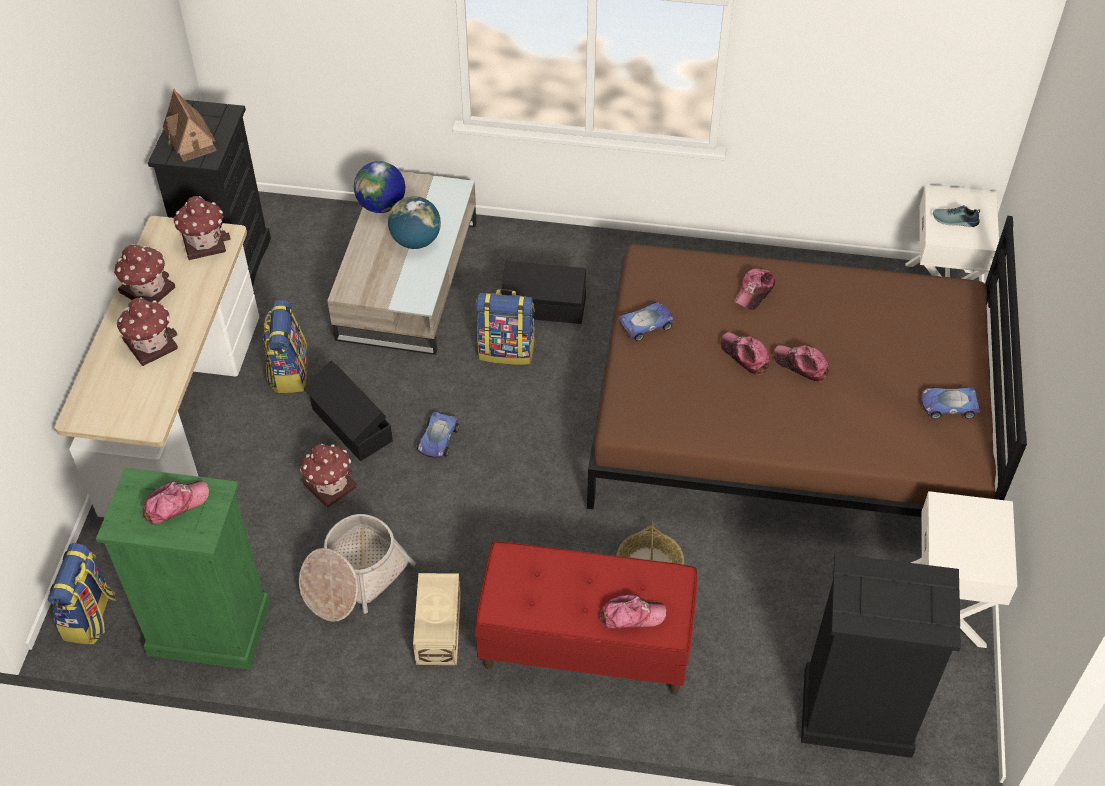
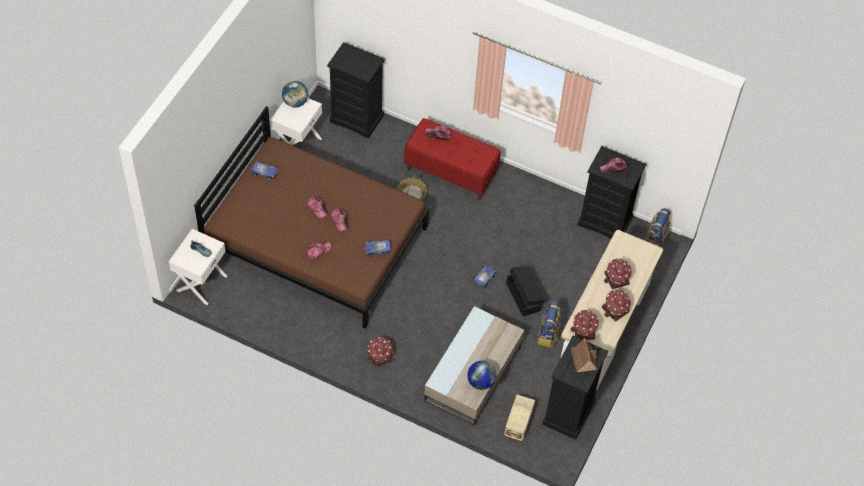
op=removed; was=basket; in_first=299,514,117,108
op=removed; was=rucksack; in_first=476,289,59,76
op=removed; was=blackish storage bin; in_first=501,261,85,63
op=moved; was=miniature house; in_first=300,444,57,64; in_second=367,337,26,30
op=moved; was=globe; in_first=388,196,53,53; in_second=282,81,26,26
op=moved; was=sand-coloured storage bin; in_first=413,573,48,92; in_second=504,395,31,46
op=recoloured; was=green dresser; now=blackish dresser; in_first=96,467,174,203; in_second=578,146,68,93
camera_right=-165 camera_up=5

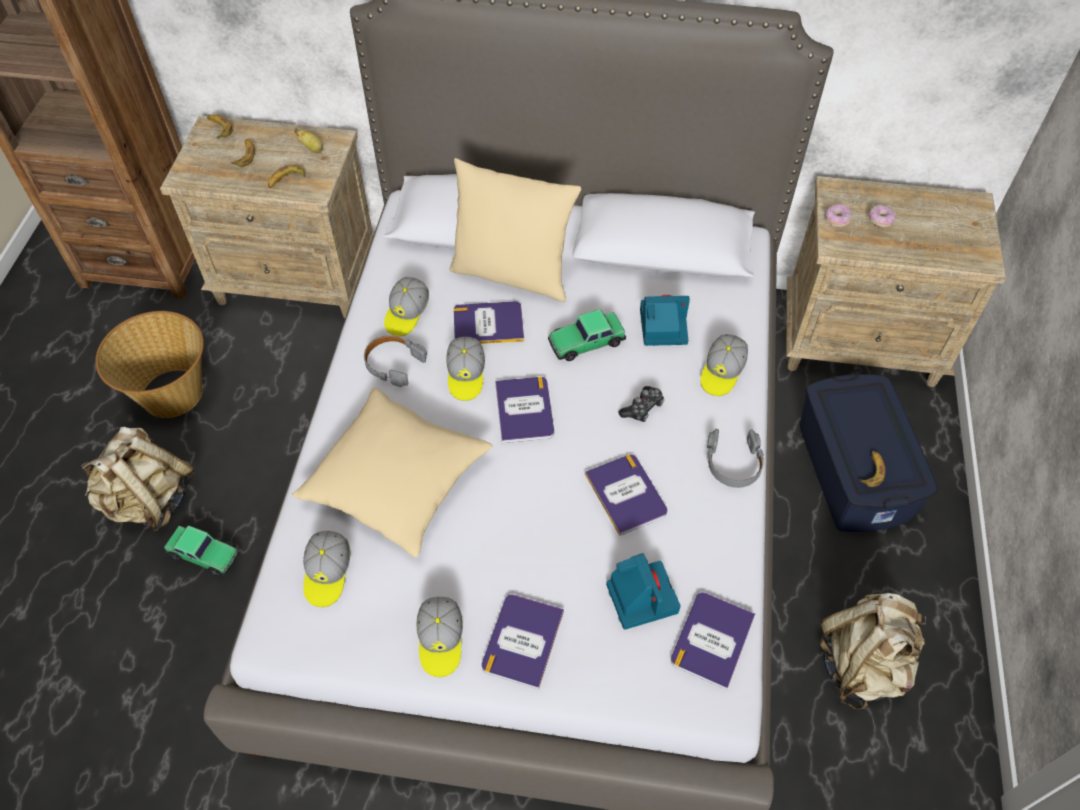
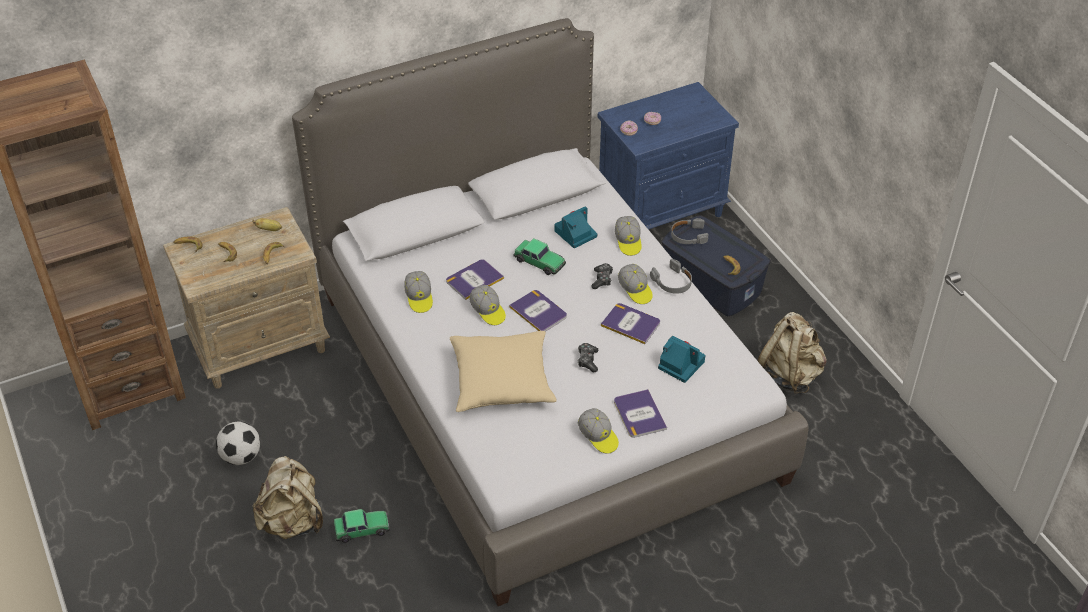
op=removed; was=sand-coloured cushion; in_first=449,158,132,144
op=removed; was=bound book; in_first=671,592,84,98
op=added; now=gamepad; in_second=578,343,20,29
op=moved; was=cap; in_first=303,531,47,76; in_second=618,264,35,40
op=moved; was=greyish pair of headphones; in_first=364,335,63,52; in_second=671,218,37,26
op=replaced; was=basket; now=ball for football; in_first=95,311,109,107; in_second=216,421,44,44
op=recoloured; was=sand-coloured nightstand; now=blue-coloured nightstand; in_first=786,176,221,211; in_second=598,82,141,148
op=turned; was=miniature car; in_first=548,309,78,52; in_second=513,238,53,37; clockwise=-90
camera_right=-35 camera_up=-10

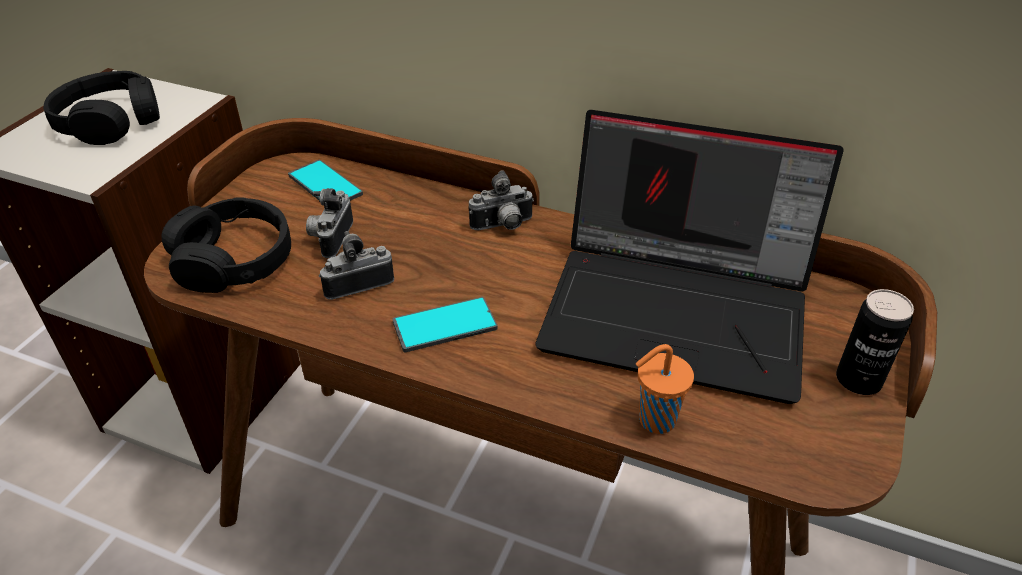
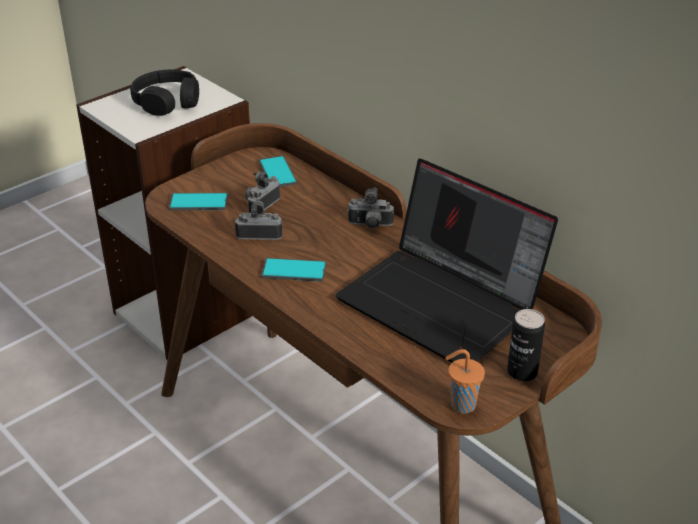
op=moved; was=orange small cup; in_first=636,344,58,90; in_second=445,349,40,65
op=replaced; was=blackish pair of headphones; now=handset; in_first=162,198,129,95; in_second=168,193,60,17
camera_right=25 camera_up=-5

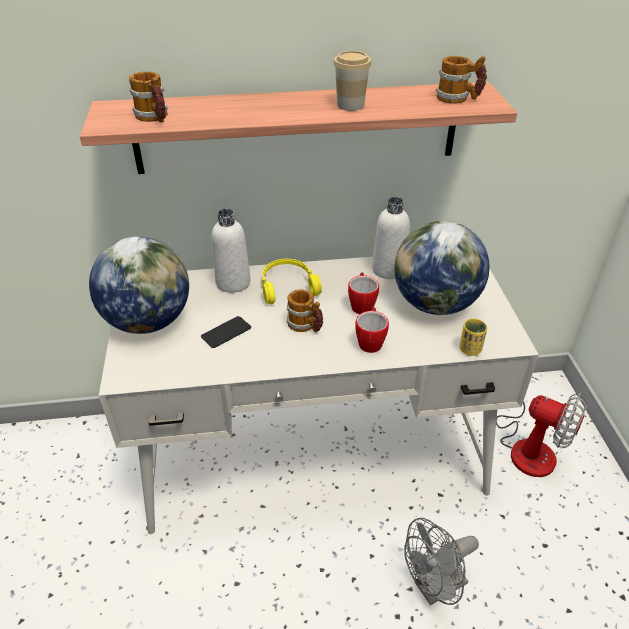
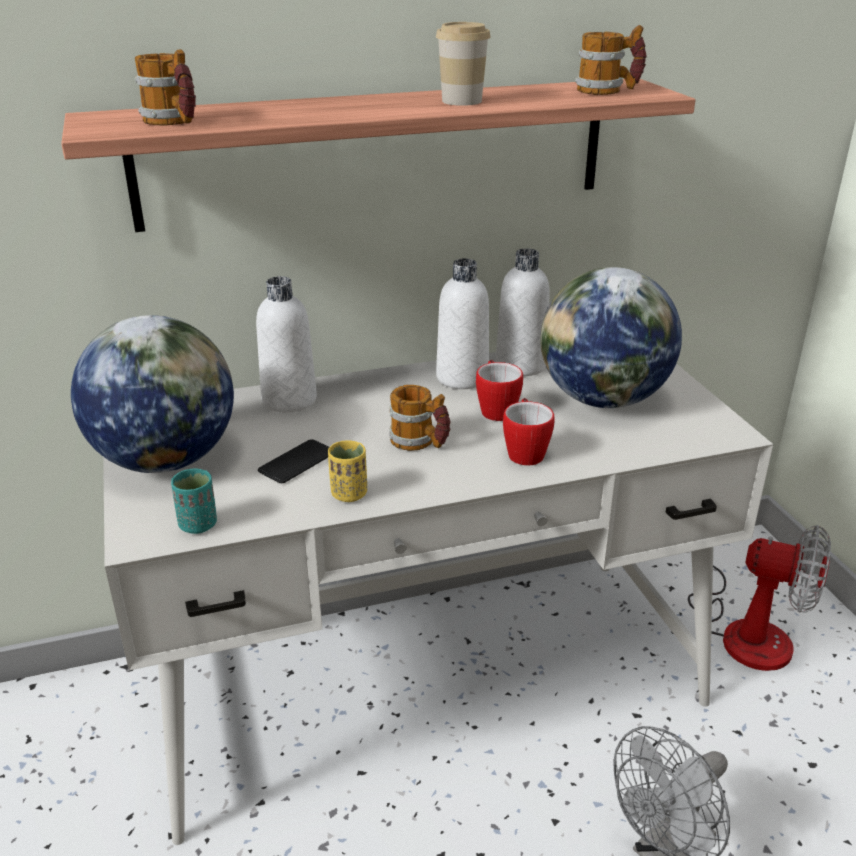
op=removed; was=yellow-coloured pair of headphones; in_first=262,259,60,45
op=added; now=blue-green small cup; in_second=171,469,46,65
op=added; now=whitish drink bottle; in_second=436,258,53,131
op=moved; was=yellow-coloured small cup; in_first=460,318,27,38; in_second=328,440,39,62
camera_right=-10 camera_up=-10

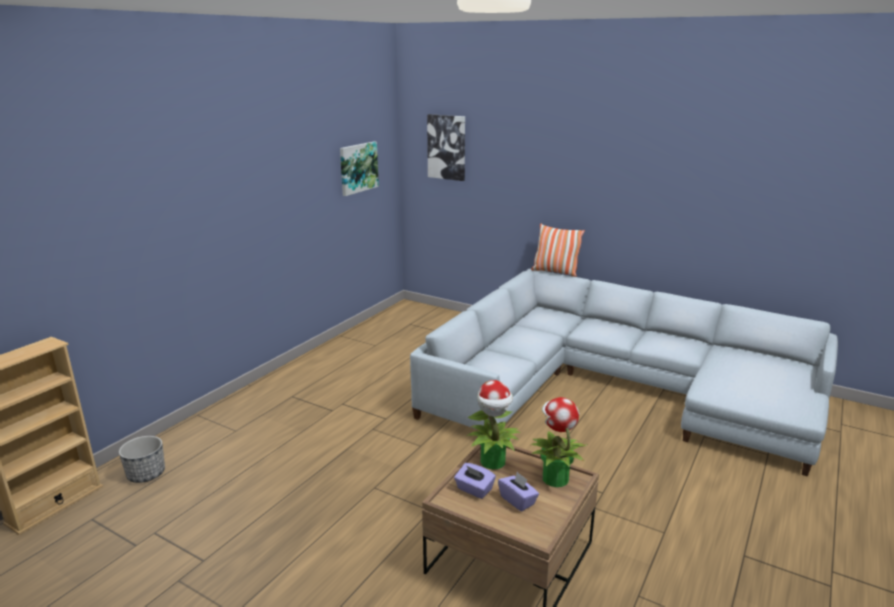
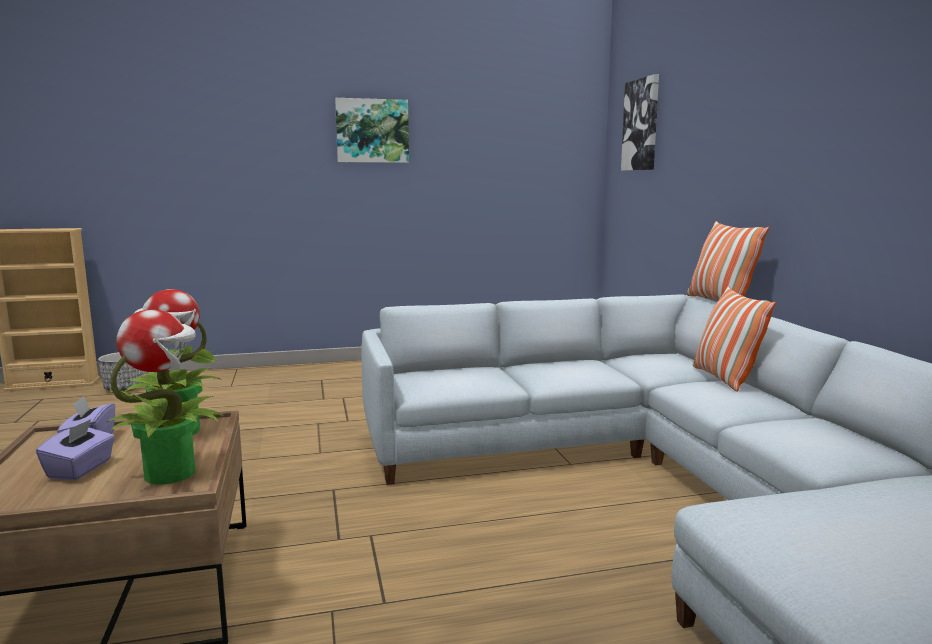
op=added; now=cushion; in_second=693,286,83,106
op=moved; was=picture; in_first=340,142,39,54; in_second=335,98,74,65
camera_right=45 camera_up=-10

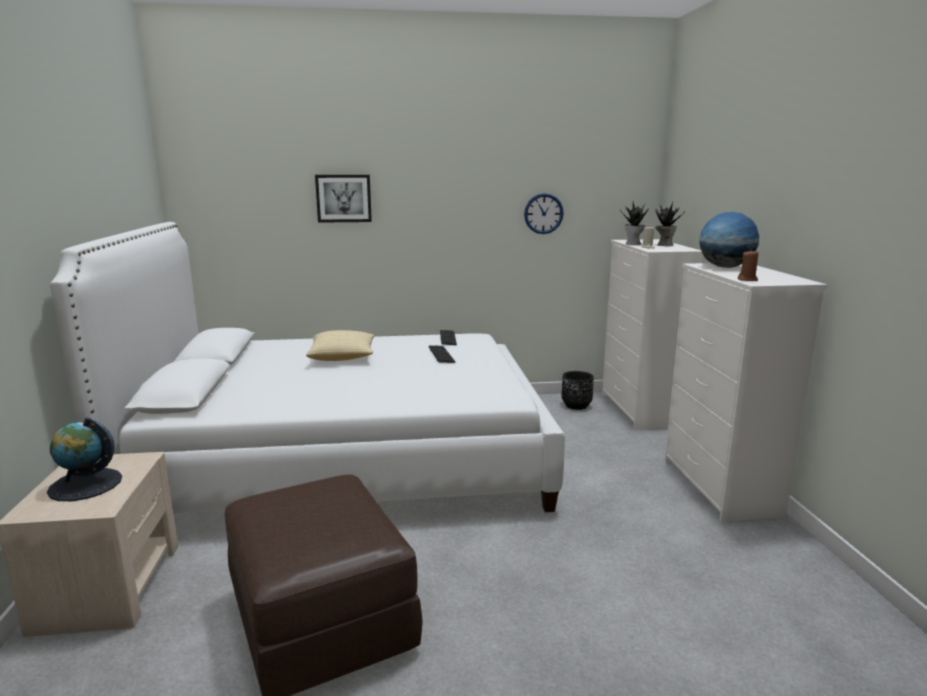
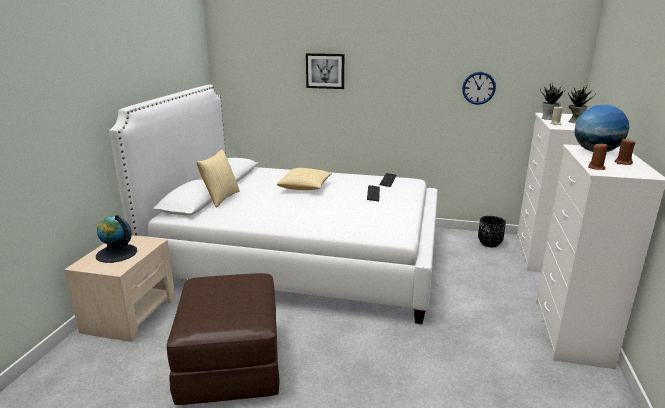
op=added; now=cushion; in_second=197,149,43,59
op=added; now=brown wax light; in_second=614,139,21,26
camera_right=20 camera_up=5

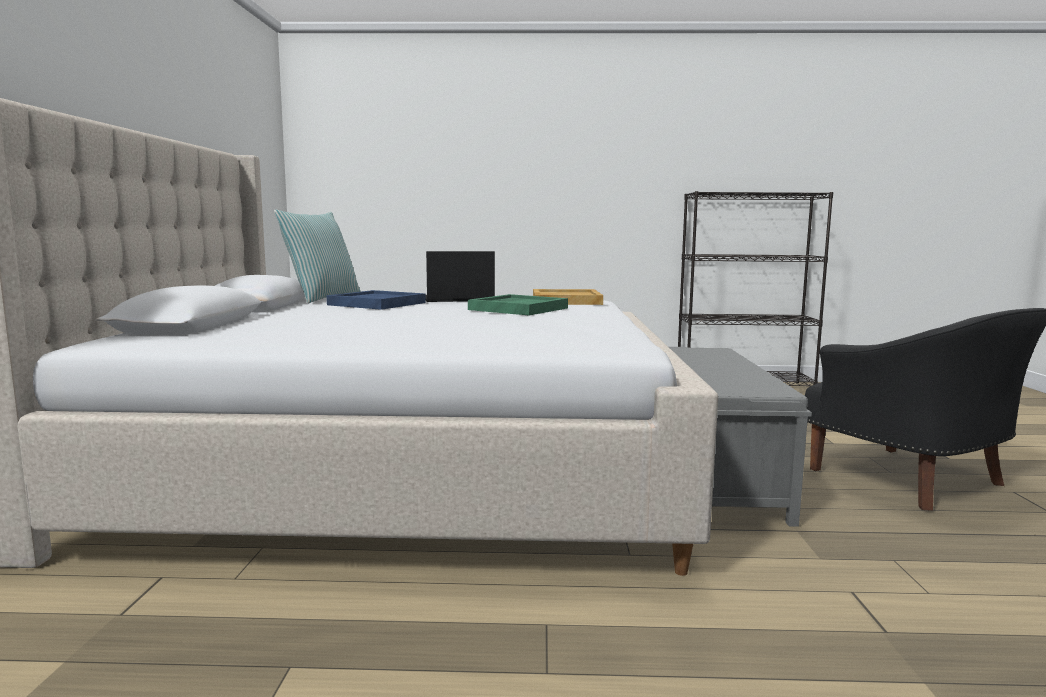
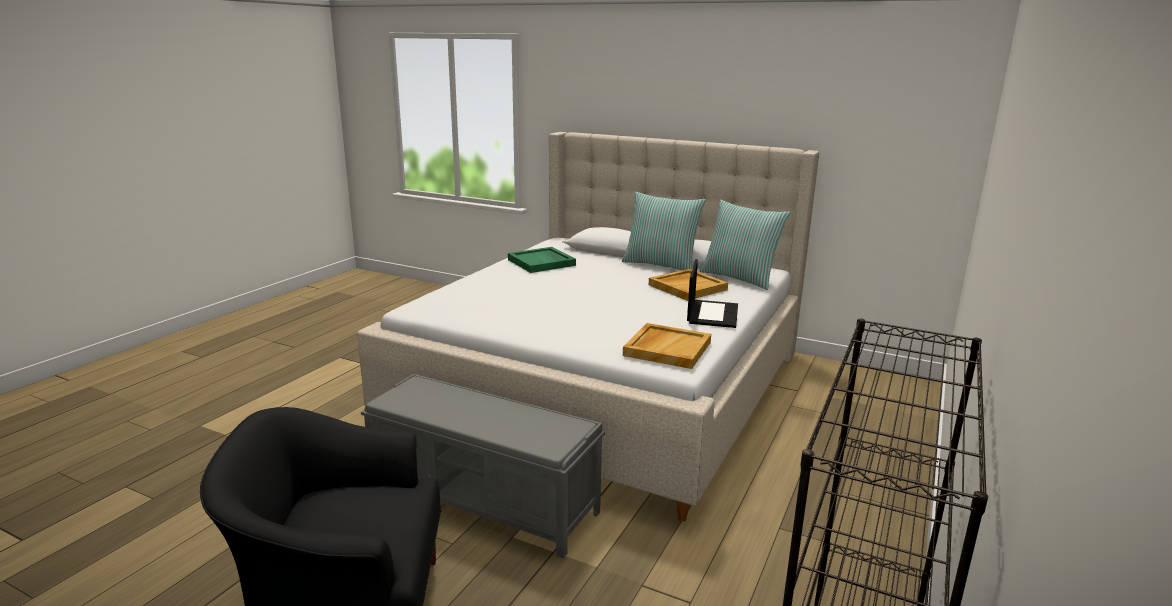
op=added; now=cushion; in_second=622,192,84,78
op=moved; was=green carrying tray; in_first=468,294,100,21; in_second=508,247,68,26
op=recoloured; was=blue-coloured carrying tray; now=sand-coloured carrying tray; in_first=327,290,99,20; in_second=649,269,79,32
camera_right=115 camera_up=10

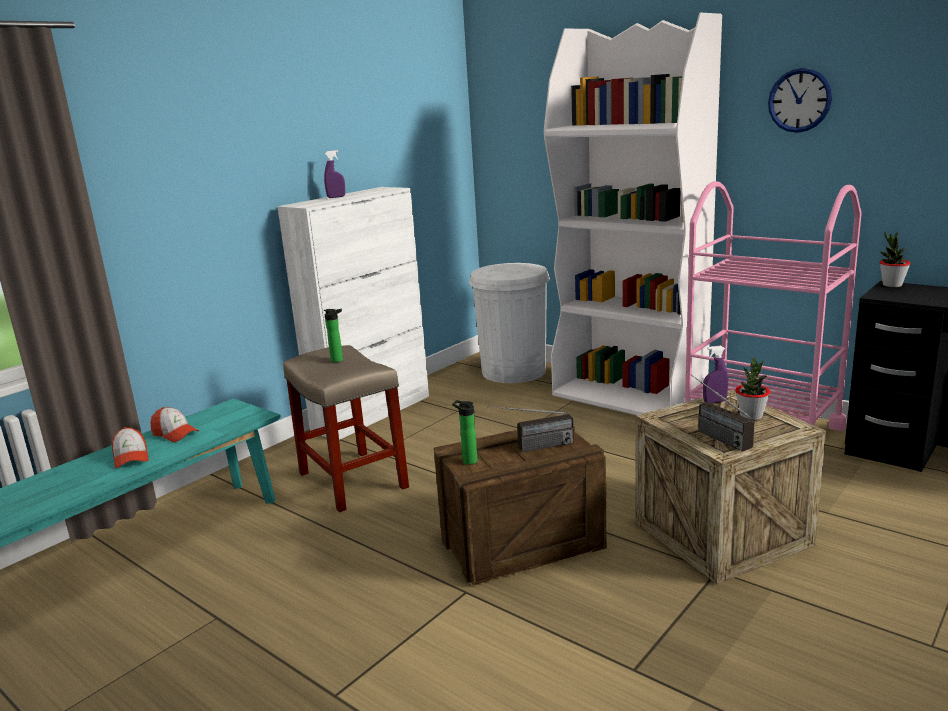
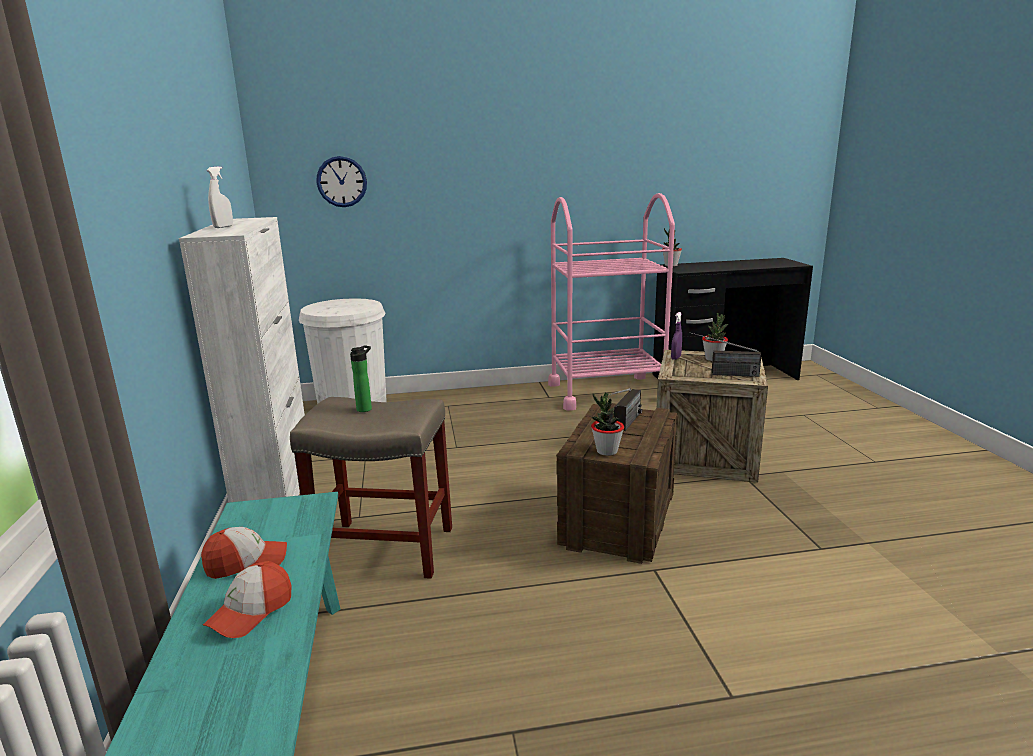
op=removed; was=whitish bookcase; in_first=544,13,178,402
op=moved; was=wall clock; in_first=768,68,64,65; in_second=316,156,51,51
op=replaced; was=drink bottle; now=plant in a pot; in_first=452,400,26,65; in_second=591,393,33,63
op=recoloured; was=purple hand sprayer; now=whitish hand sprayer; in_first=324,150,21,48; in_second=207,166,26,62
op=turned; was=cap; in_first=112,427,37,41; in_second=203,561,89,77; clockwise=105
camera_right=-50 camera_up=0

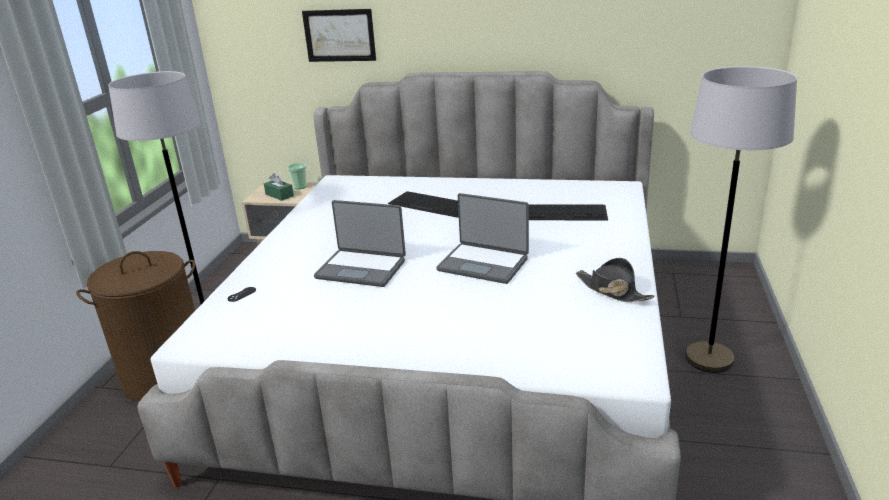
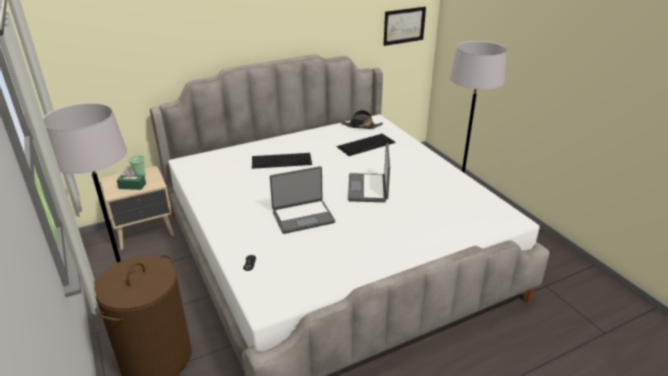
op=moved; was=picture; in_first=302,9,74,53; in_second=383,7,43,39
op=moved; was=blackish hat; in_first=576,258,78,44; in_second=341,110,42,19
op=turned; was=laptop; in_first=436,193,93,91; in_second=348,143,42,59; clockwise=105
camera_right=-40 camera_up=5

